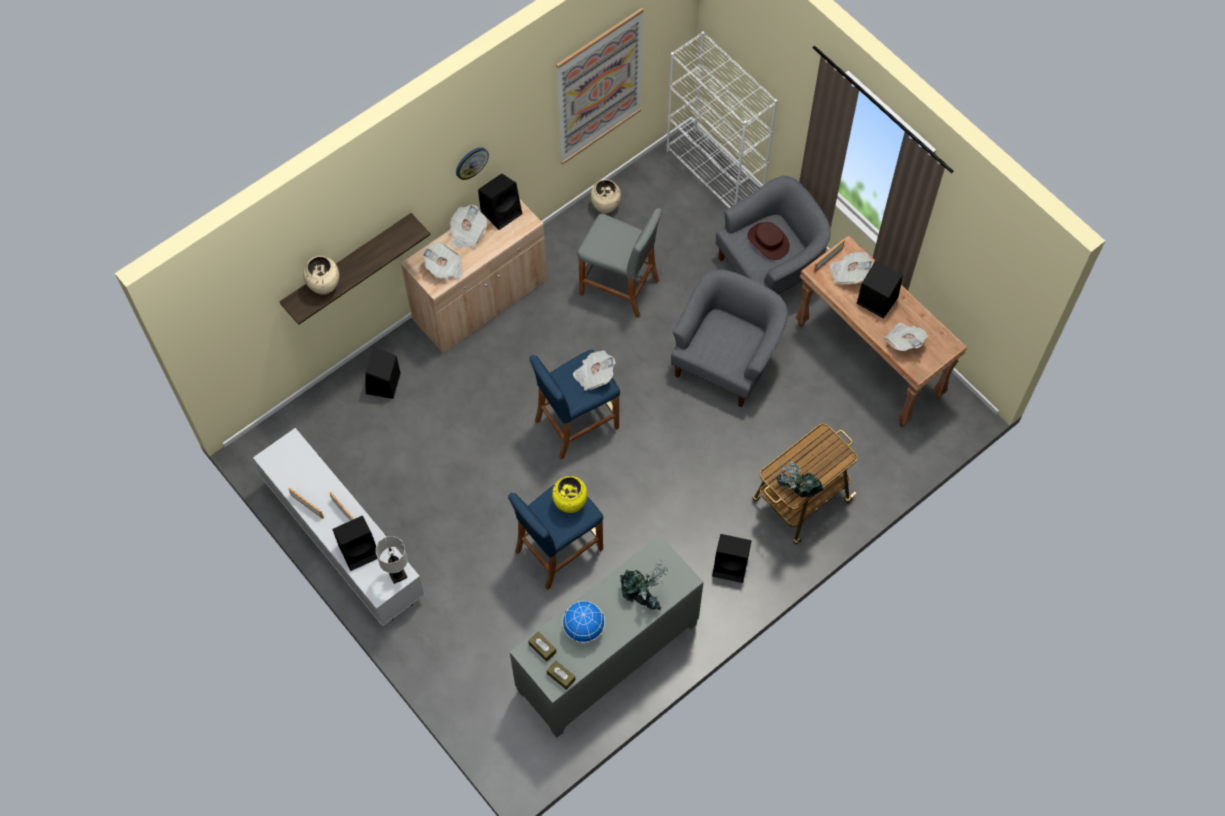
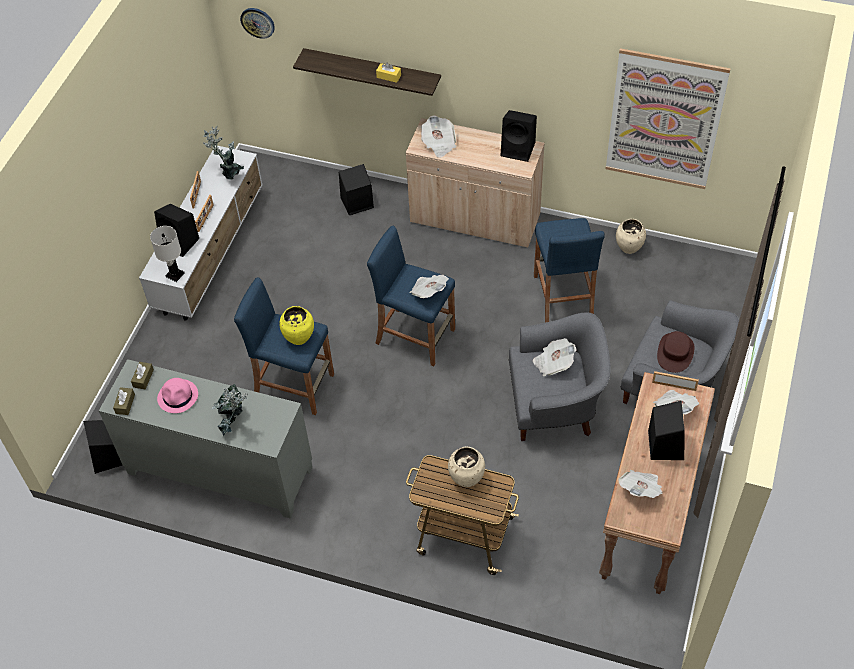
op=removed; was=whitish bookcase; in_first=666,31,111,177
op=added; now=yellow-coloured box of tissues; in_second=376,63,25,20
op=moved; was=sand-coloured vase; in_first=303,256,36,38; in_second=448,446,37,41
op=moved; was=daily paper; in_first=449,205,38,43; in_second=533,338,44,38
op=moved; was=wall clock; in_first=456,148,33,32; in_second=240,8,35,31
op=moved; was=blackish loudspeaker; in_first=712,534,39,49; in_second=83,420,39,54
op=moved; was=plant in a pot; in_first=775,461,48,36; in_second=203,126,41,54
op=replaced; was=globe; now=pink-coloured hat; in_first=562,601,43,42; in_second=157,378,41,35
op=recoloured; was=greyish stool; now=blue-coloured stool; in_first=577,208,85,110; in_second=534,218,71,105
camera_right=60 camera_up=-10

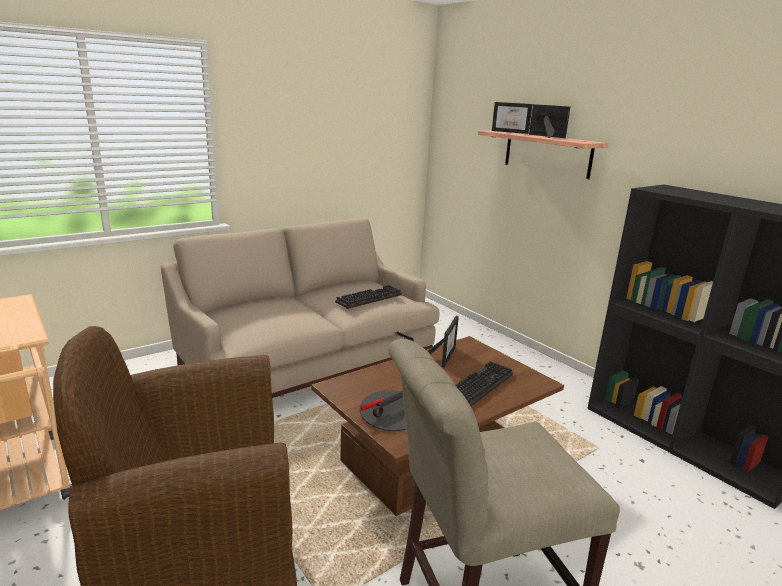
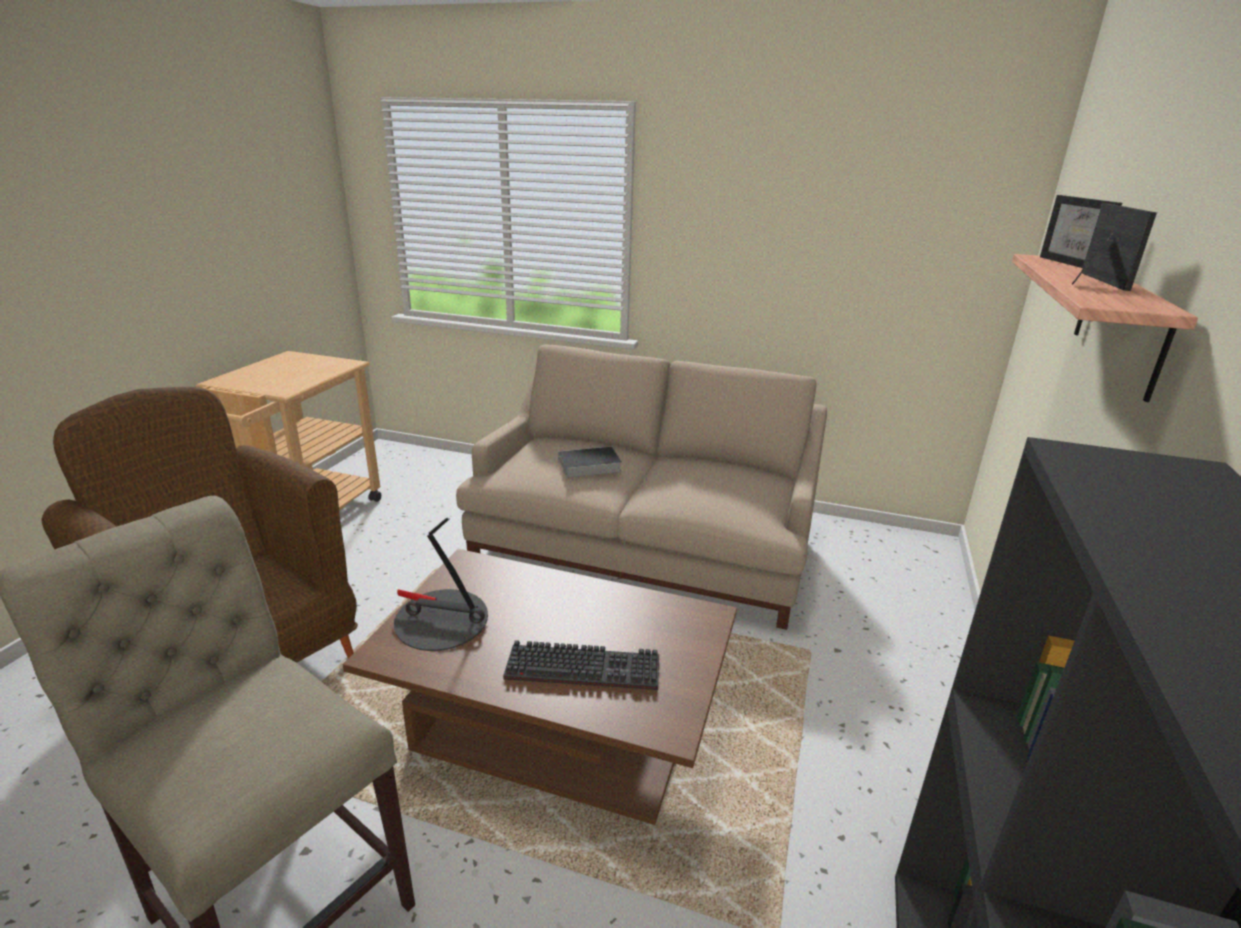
op=removed; was=computer keyboard; in_first=335,285,67,24
op=removed; was=picture frame; in_first=428,316,31,51
op=added; now=bound book; in_second=549,446,73,32
camera_right=55 camera_up=5

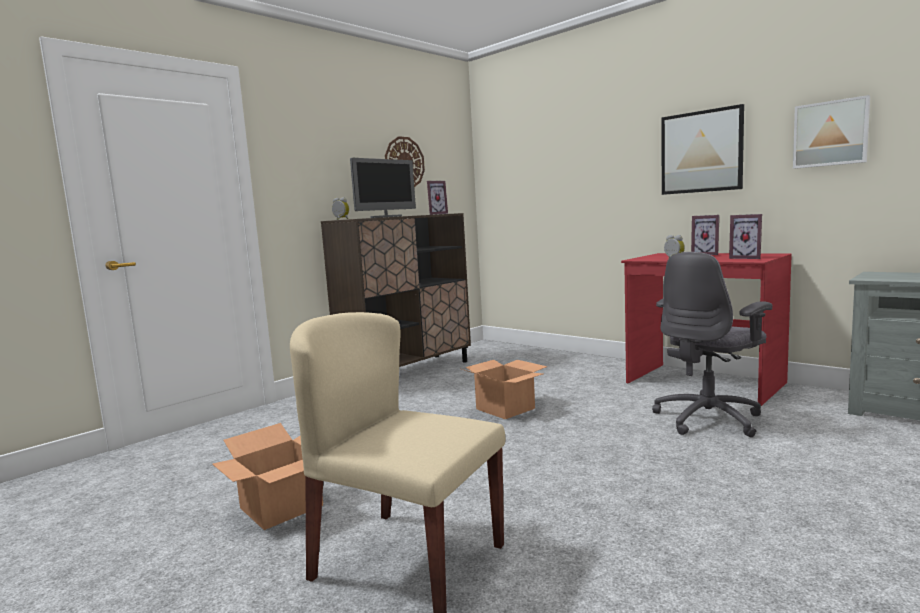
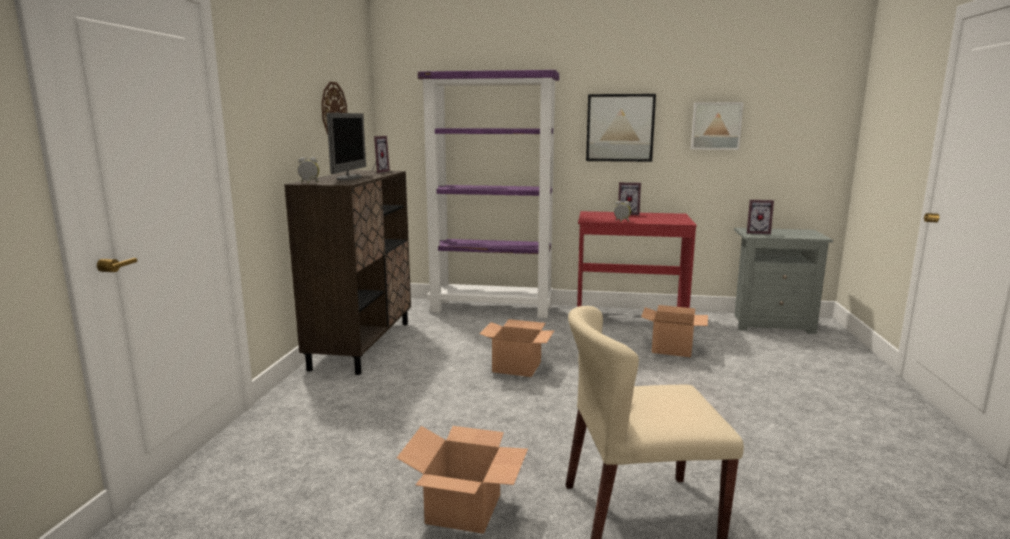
op=added; now=purple bookcase; in_second=418,70,141,248
op=moved; was=picture frame; in_first=729,214,33,45; in_second=747,200,27,34
op=replaced; was=greyish desk chair; now=packing box; in_first=652,252,120,185; in_second=641,305,67,52
camera_right=-35 camera_up=5

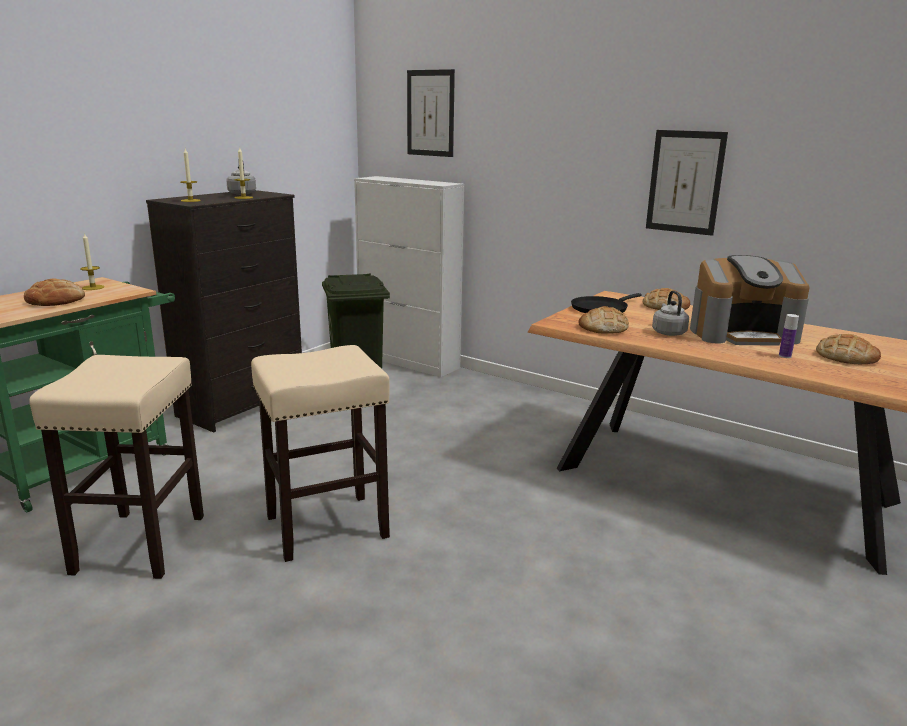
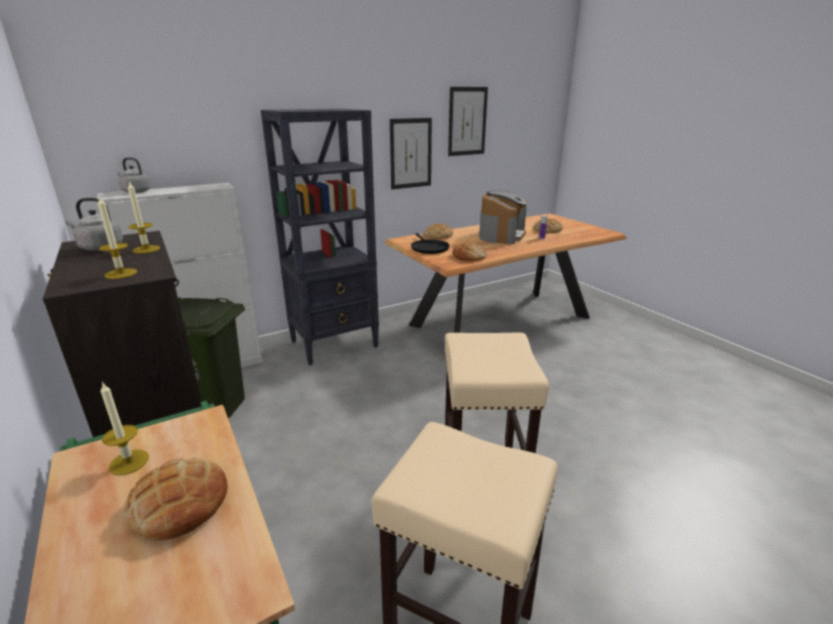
op=added; now=blackish bookcase; in_second=261,109,118,257
op=moved; was=picture; in_first=407,69,48,88; in_second=448,87,40,69
op=moved; was=greyish kettle; in_first=652,290,37,46; in_second=117,157,34,36
camera_right=-65 camera_up=5

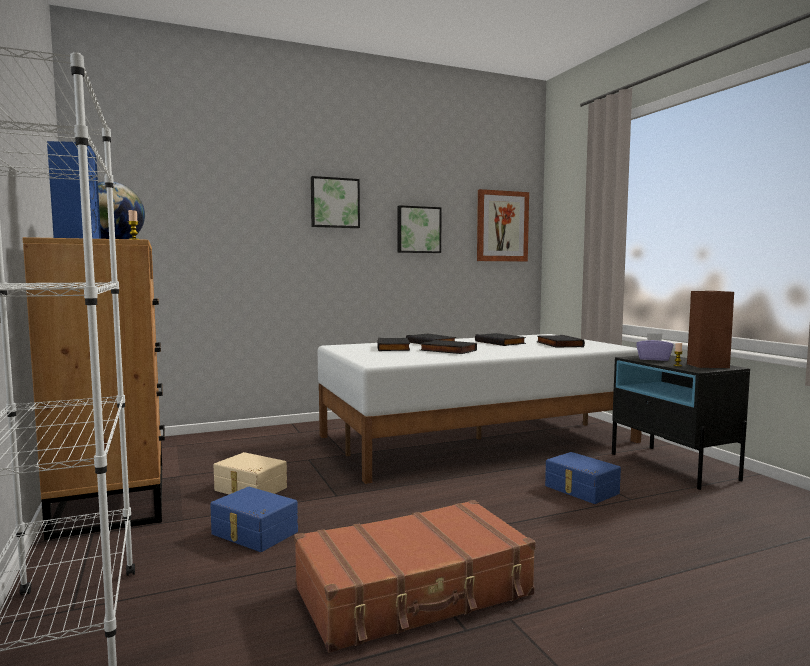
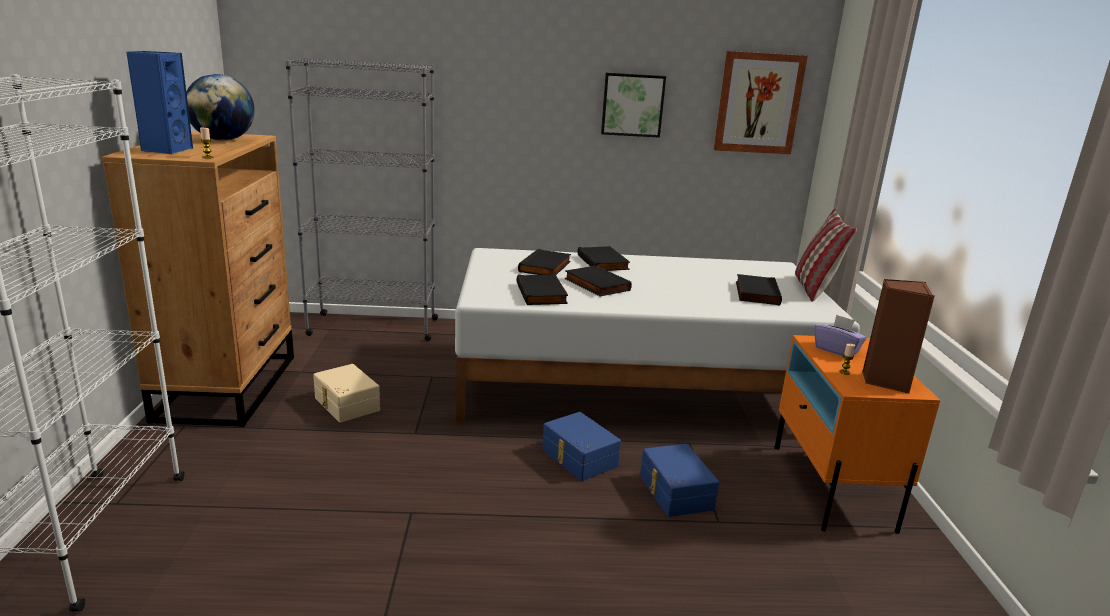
op=removed; was=brown travel case; in_first=294,500,241,153
op=removed; was=picture; in_first=311,176,49,52
op=added; now=greyish bookcase; in_second=285,57,153,284
op=added; now=cushion; in_second=795,208,62,94
op=moved; was=blue-coloured storage bin; in_first=210,487,88,65; in_second=542,412,79,69
op=moved; was=blackish bound book; in_first=475,333,51,13; in_second=516,275,52,30
op=recoloured; was=blackish nightstand; now=orange nightstand; in_first=612,355,138,135; in_second=775,335,165,199
camera_right=20 camera_up=15

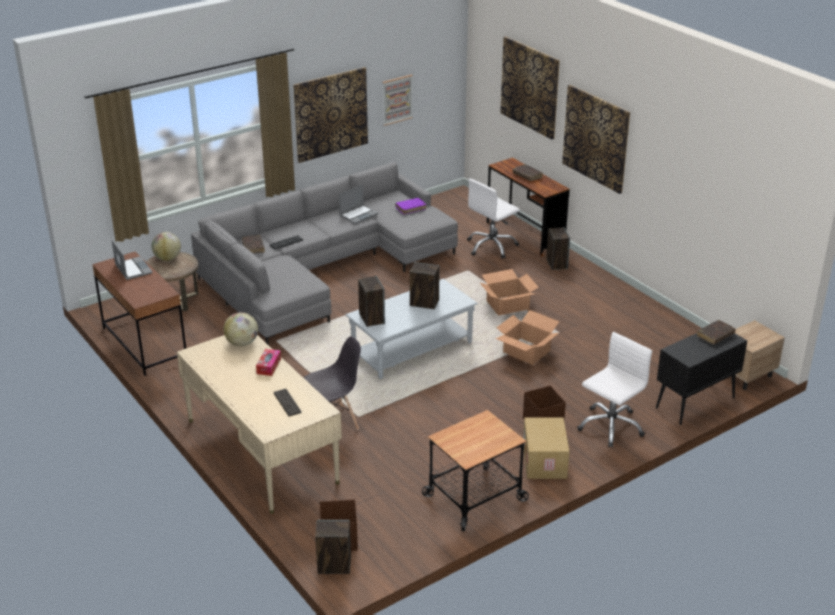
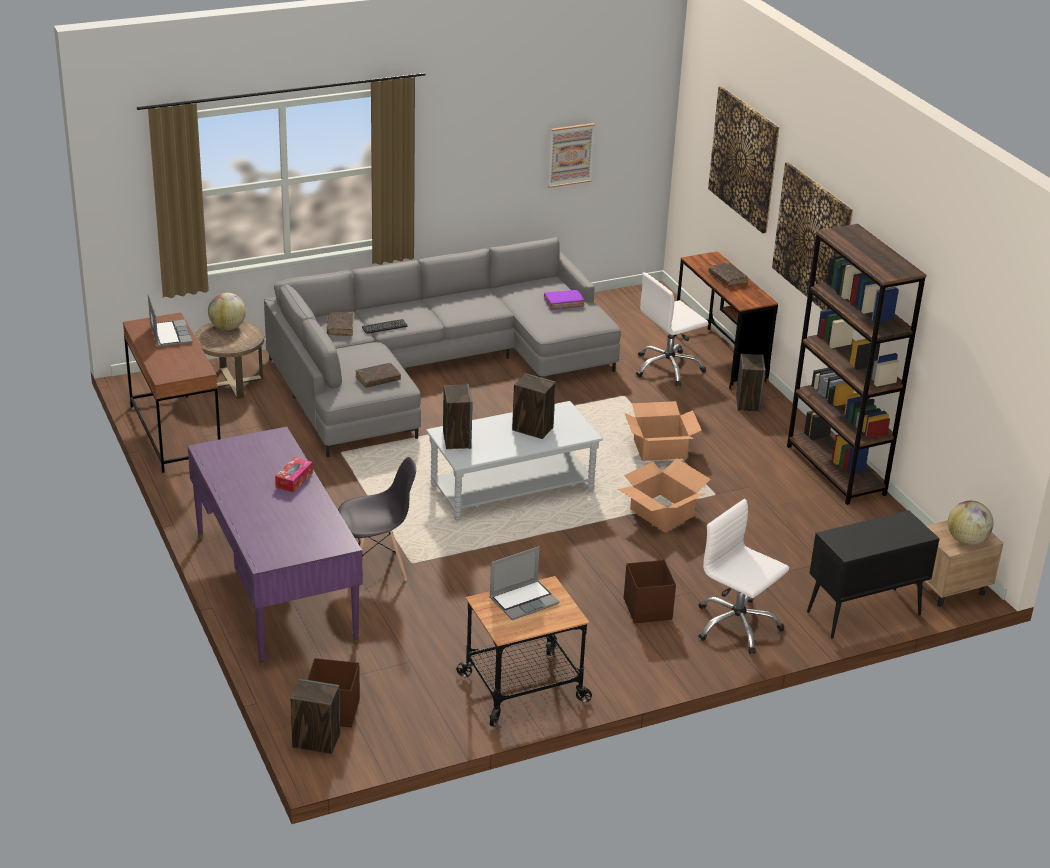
op=removed; was=computer keyboard; in_first=274,389,28,27
op=removed; was=picture; in_first=293,67,75,96
op=removed; was=packing box; in_first=523,417,47,62
op=added; now=brown bookcase; in_second=787,224,139,281
op=moved; was=globe; in_first=224,312,34,34; in_second=948,501,45,44
op=moved; was=laptop; in_first=339,185,39,39; in_second=490,546,70,74
op=moved; was=brown bound book; in_first=697,320,39,24; in_second=356,363,45,25
op=recoloured; was=sand-coloured desk table; now=purple desk table; in_first=177,335,165,179; in_second=188,427,175,239
op=turned; was=whitish desk chair; in_first=577,332,75,116; in_second=698,499,91,155; clockwise=-105
camera_right=10 camera_up=0

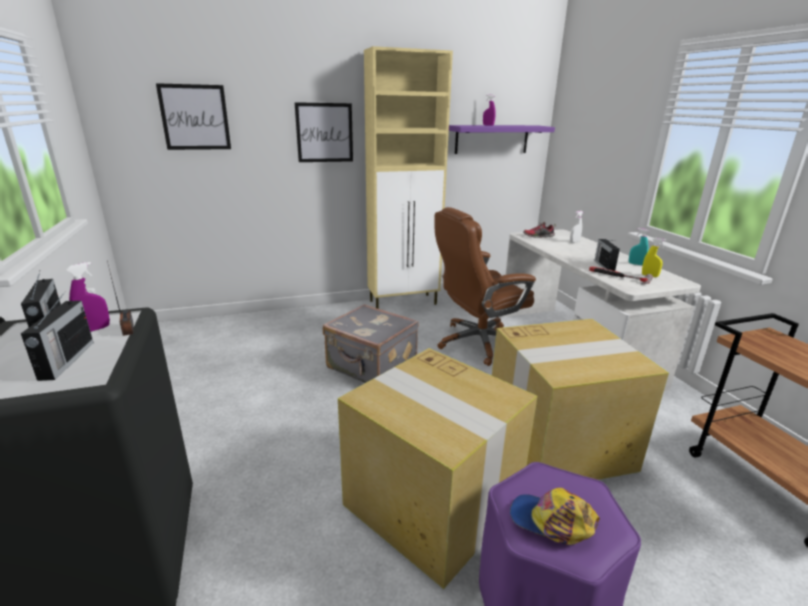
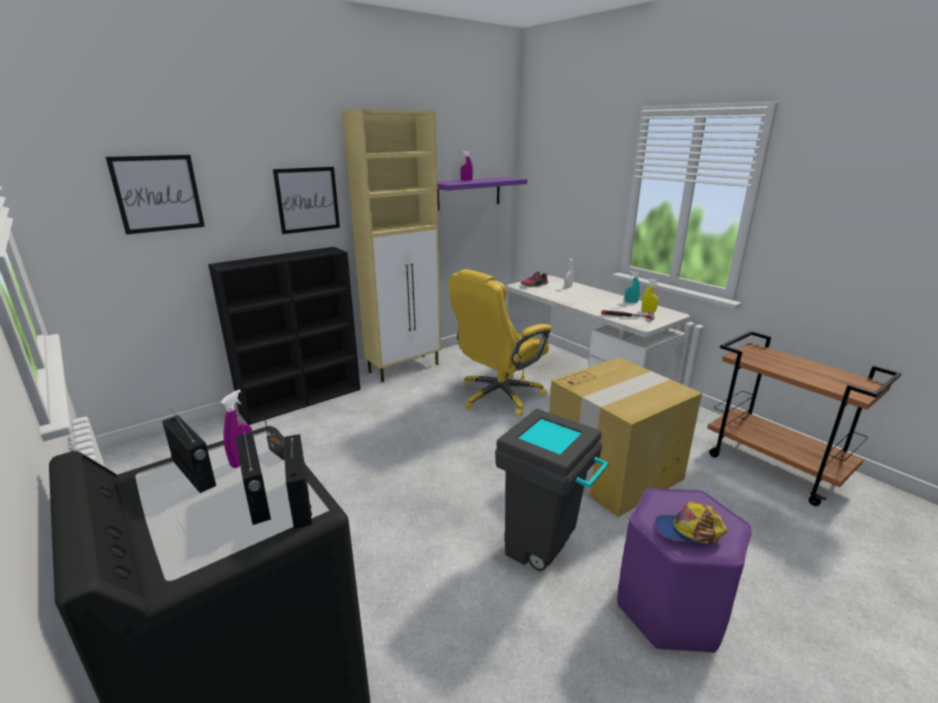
op=removed; was=greyish travel case; in_first=323,304,96,79
op=added; now=blackish bookcase; in_second=208,247,153,178
op=moved; was=radio; in_first=595,239,25,32; in_second=283,434,29,95
op=replaced; was=packing box; now=greyish rubbish bin; in_first=338,348,199,241; in_second=495,409,114,162
op=recoloured; was=brown desk chair; now=yellow-coloured desk chair; in_first=434,207,102,159; in_second=449,269,103,147
camera_right=-20 camera_up=0

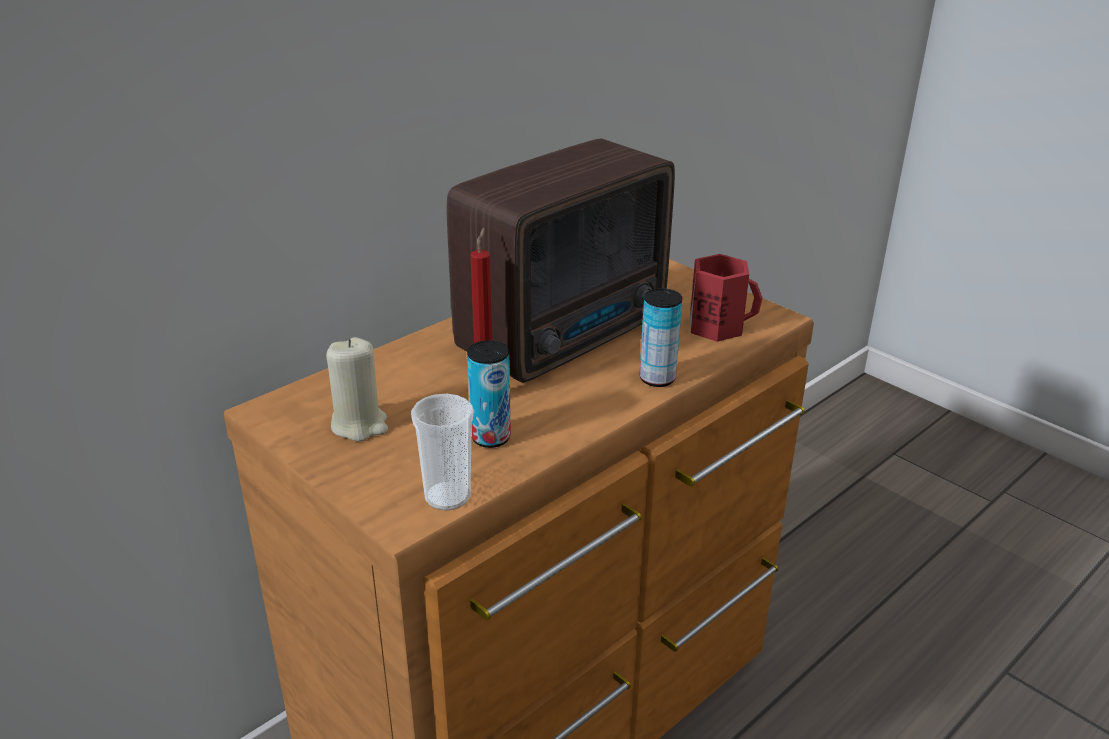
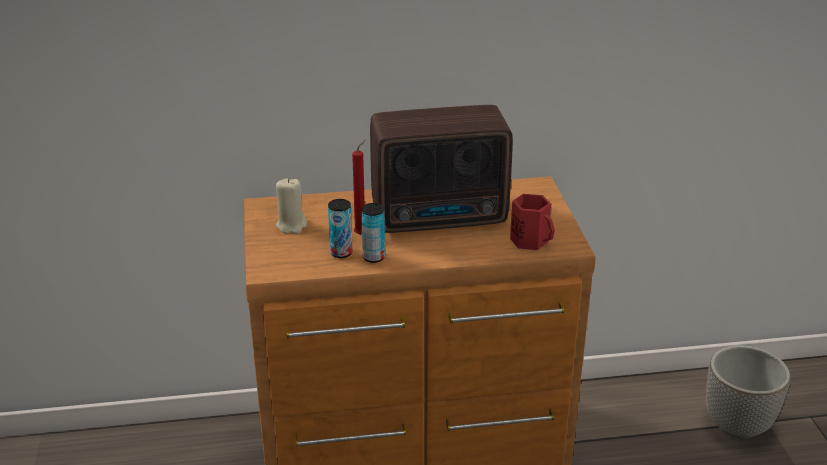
op=removed; was=small cup; in_first=411,394,63,117
op=added; now=flower pot; in_second=706,345,84,94
op=moved; was=can; in_first=639,288,43,99; in_second=361,203,24,60
camera_right=35 camera_up=0

